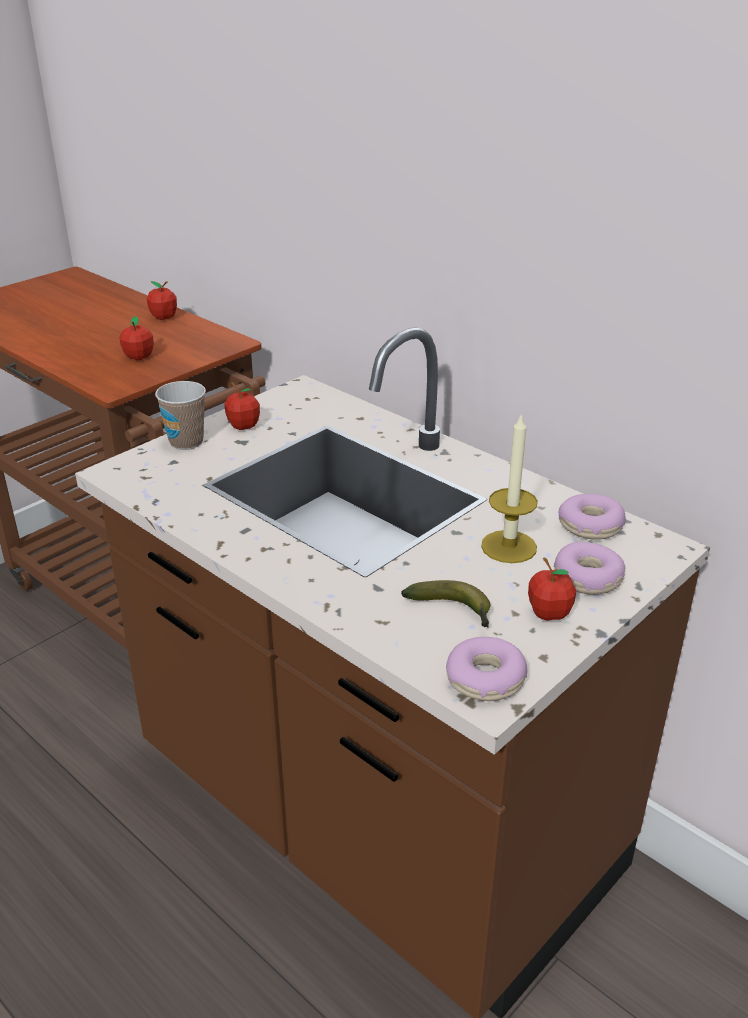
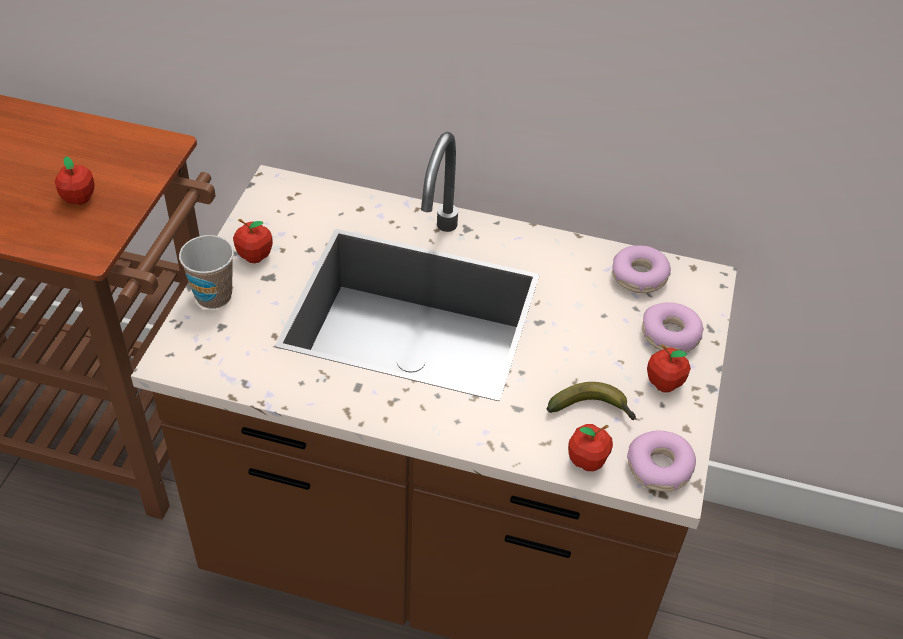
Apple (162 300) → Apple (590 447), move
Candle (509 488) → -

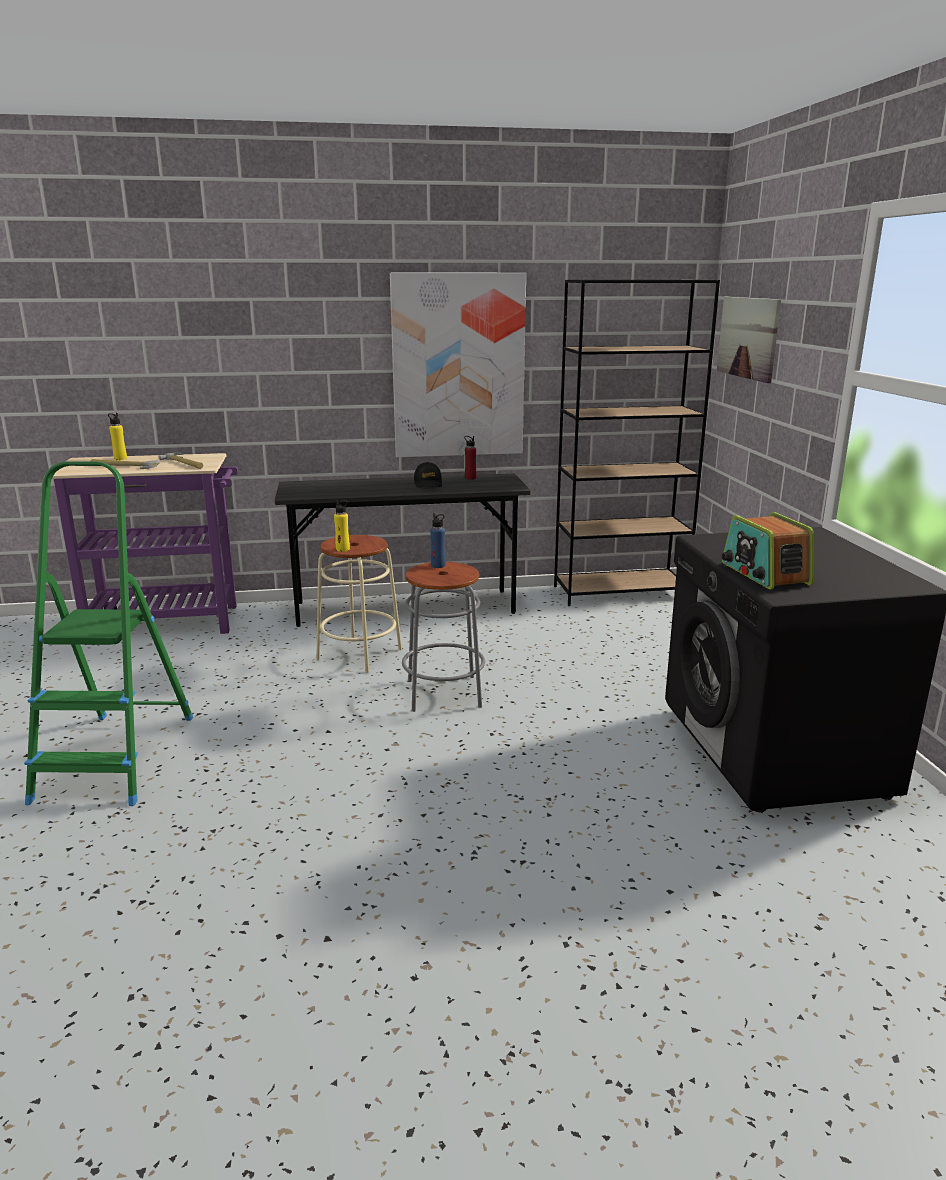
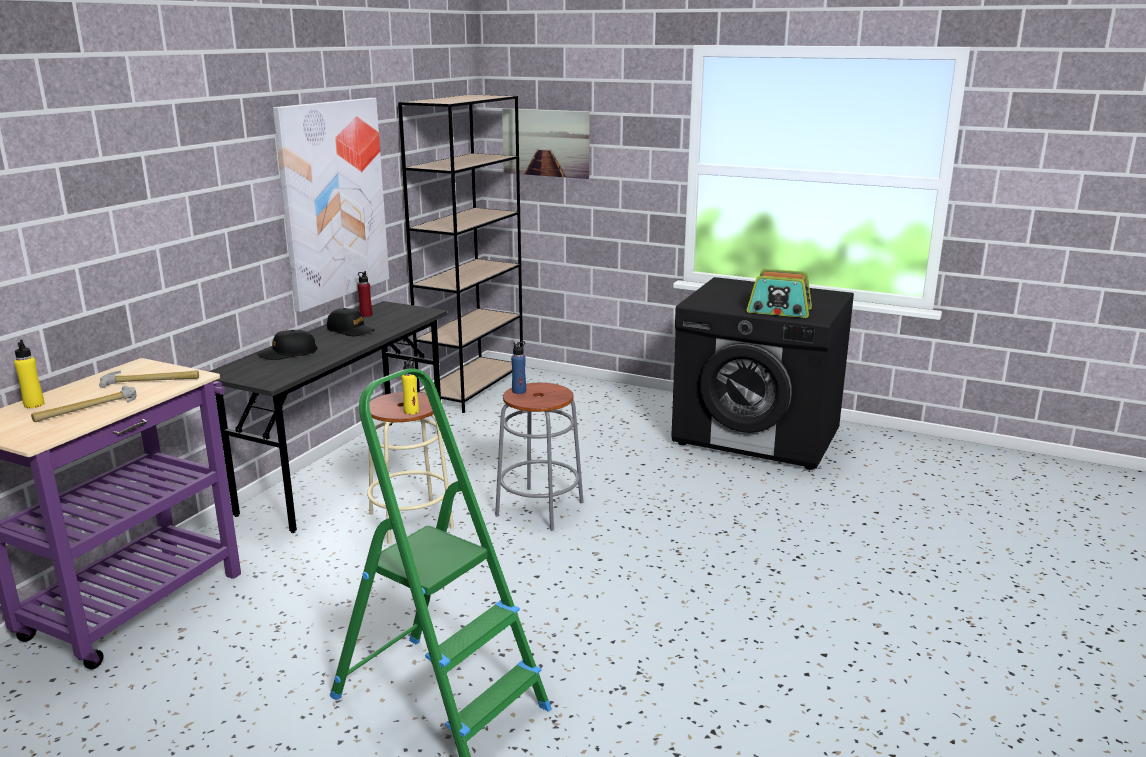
- → BlackCap (287 345)

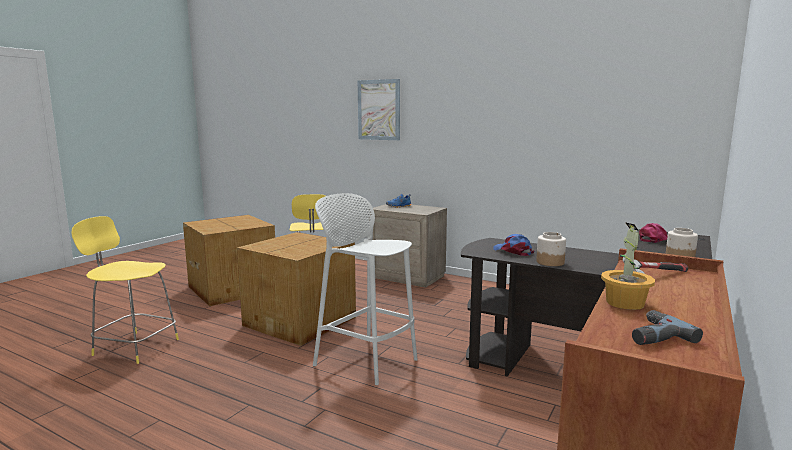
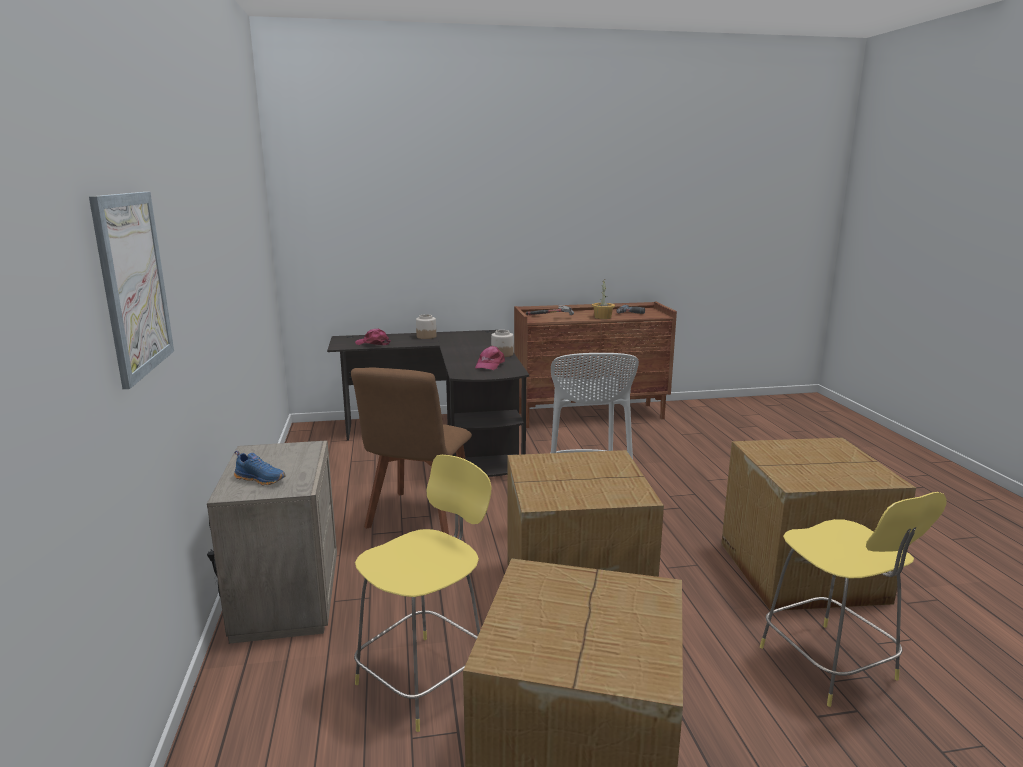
BlueCap (514 245) → PinkCap (490 358)
- → BrownChair (411 451)
- → CardboardBox (818 524)

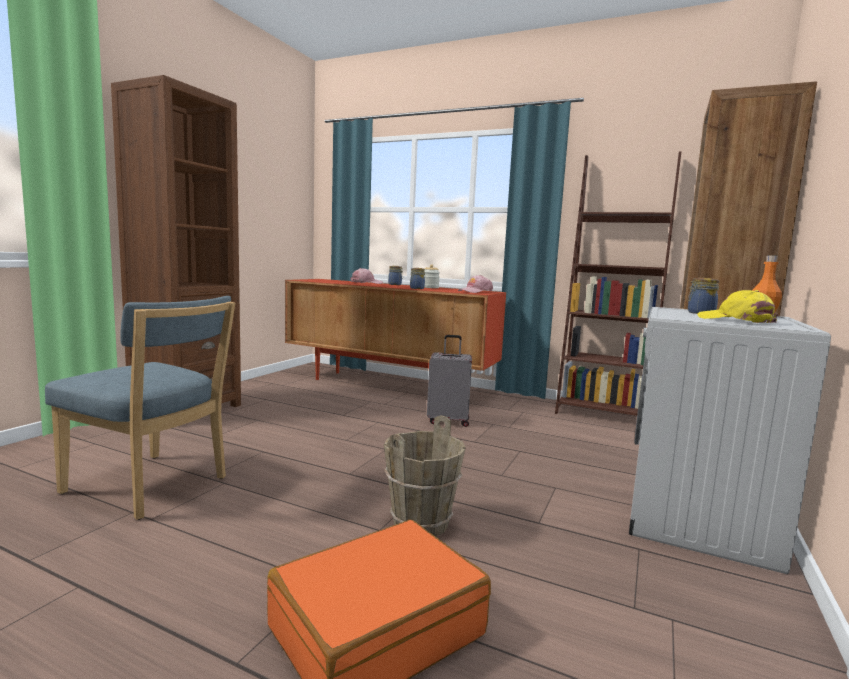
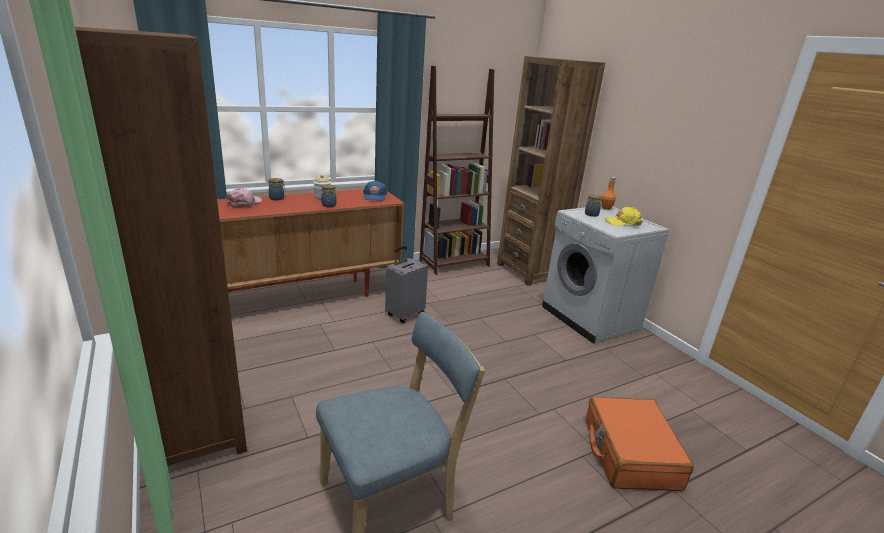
BrownBucket (425 475) → -
PinkCap (475 284) → BlueCap (375 190)

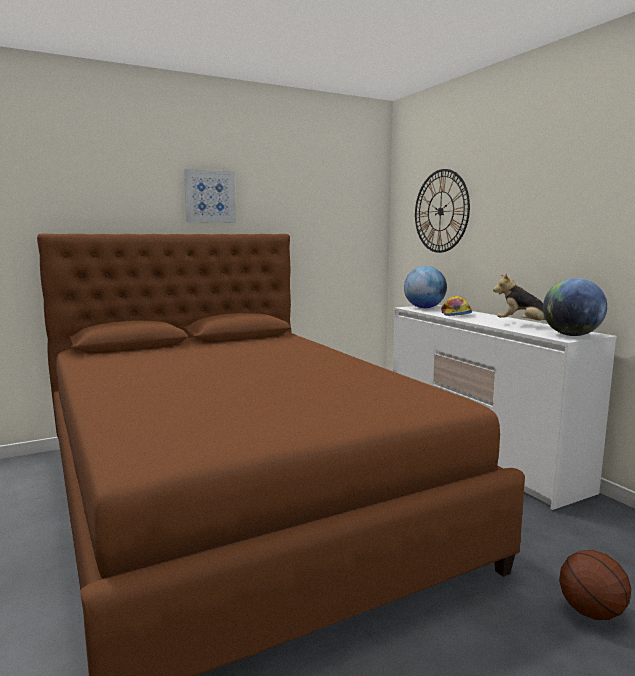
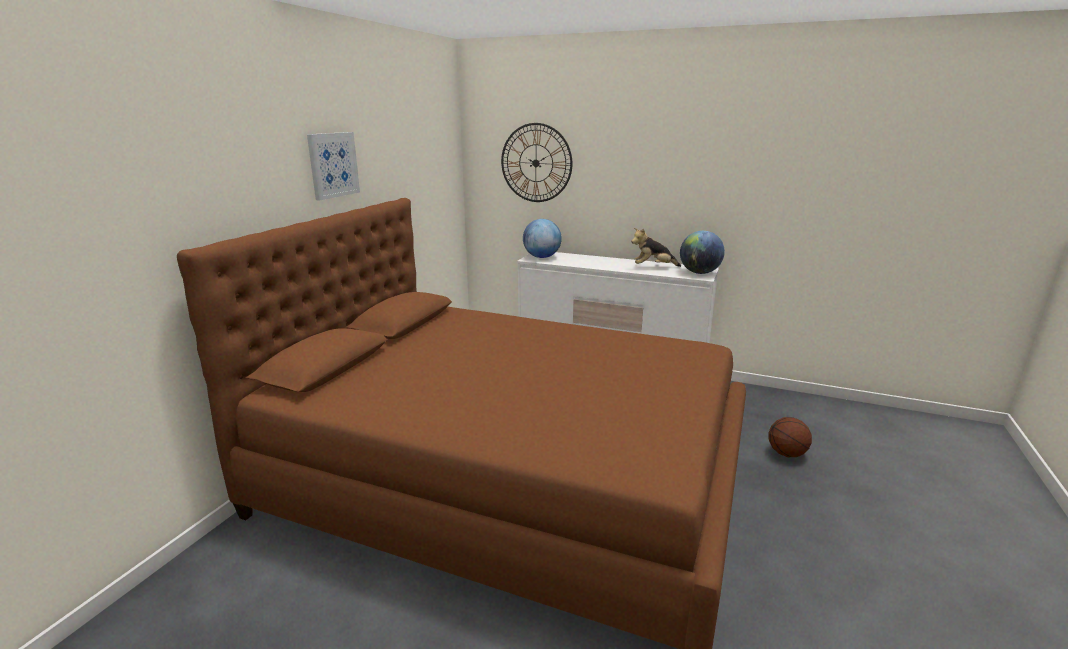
Cap (456 306) → -

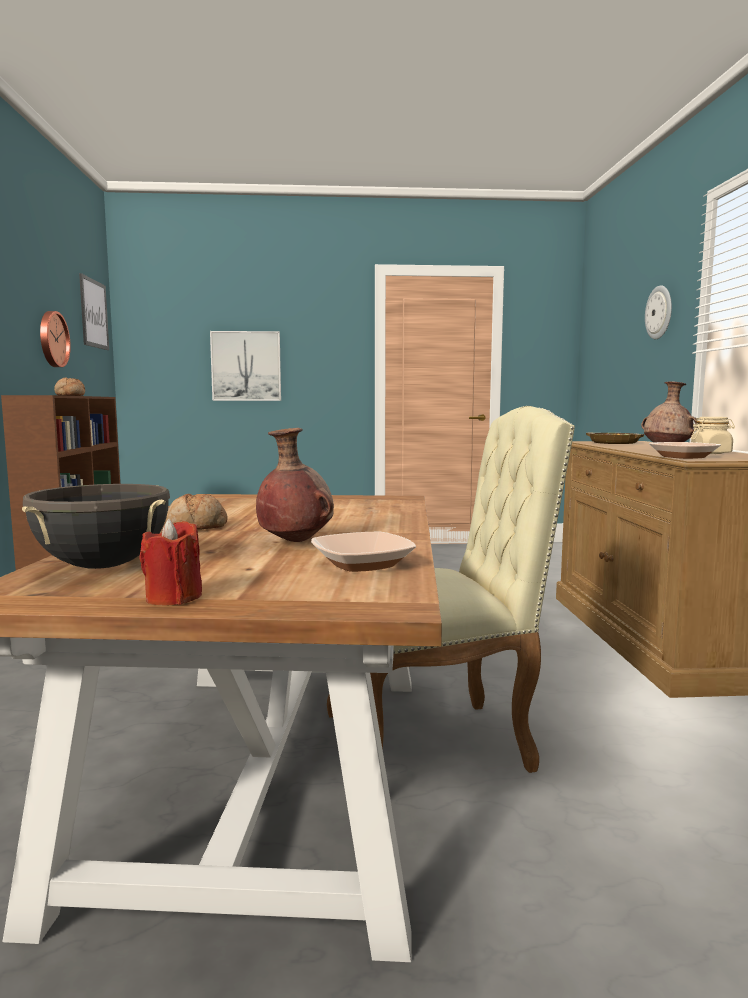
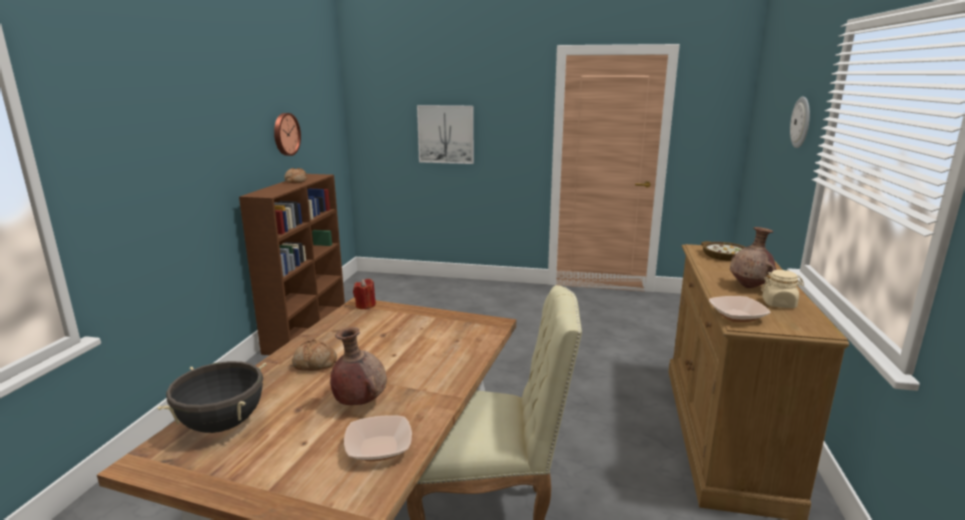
Picture (94 311) → -
RedCandle (170 562) → RedCandle (364 294), move

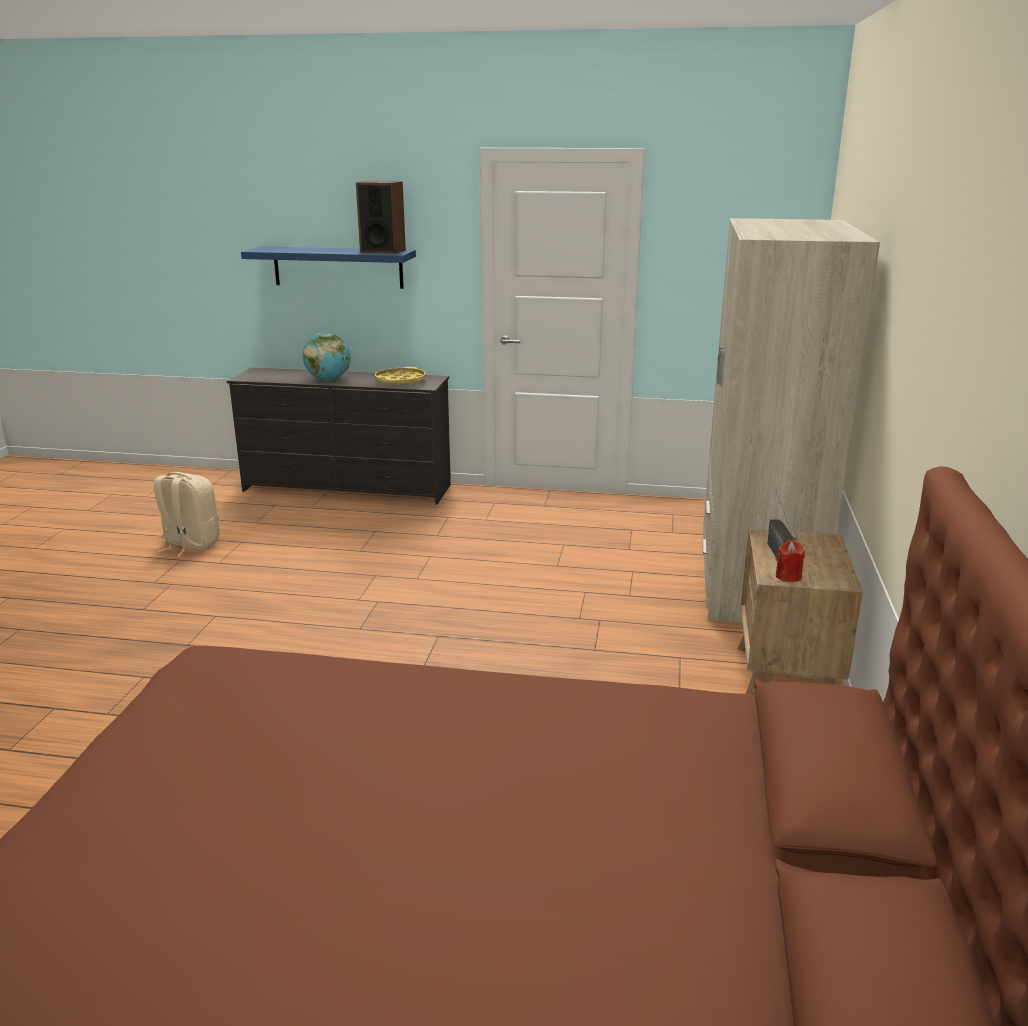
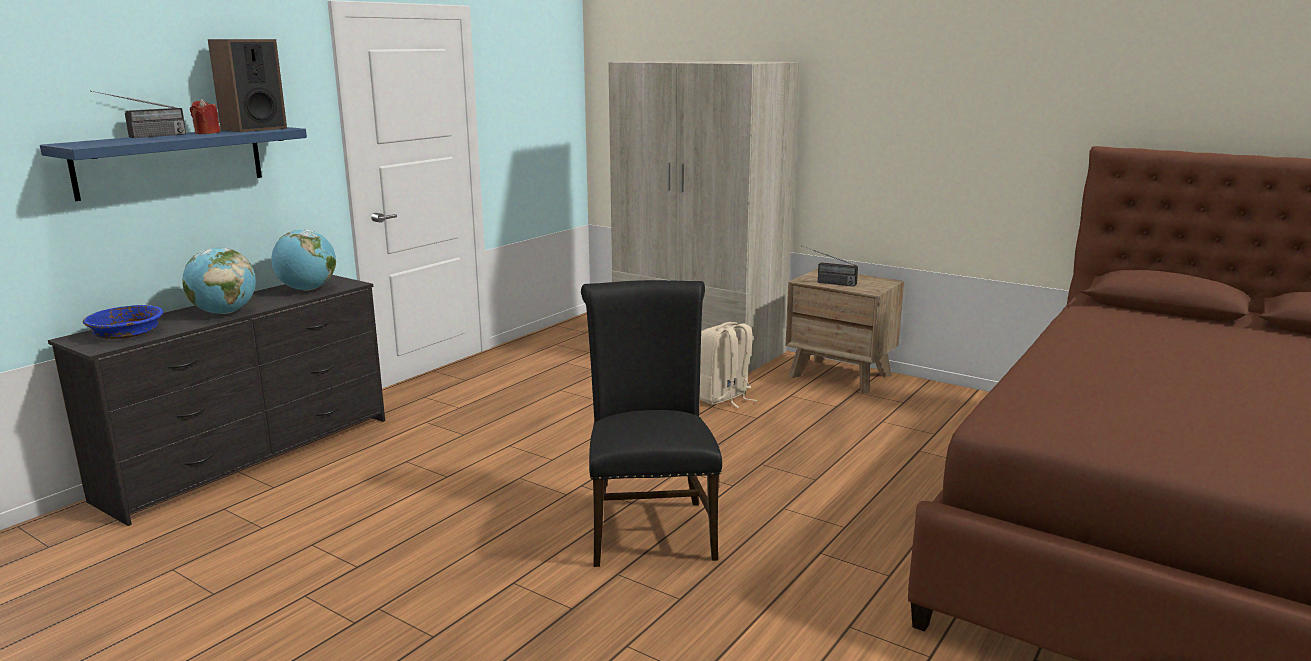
BeigeBackpack (187 514) → BeigeBackpack (728 365), move
YellowTray (400 376) → Globe (303 260)
RedCandle (790 561) → RedCandle (205 116), move
- → BlueBowl (123 322)
- → Radio (138 114)
- → BlackChair (651 423)

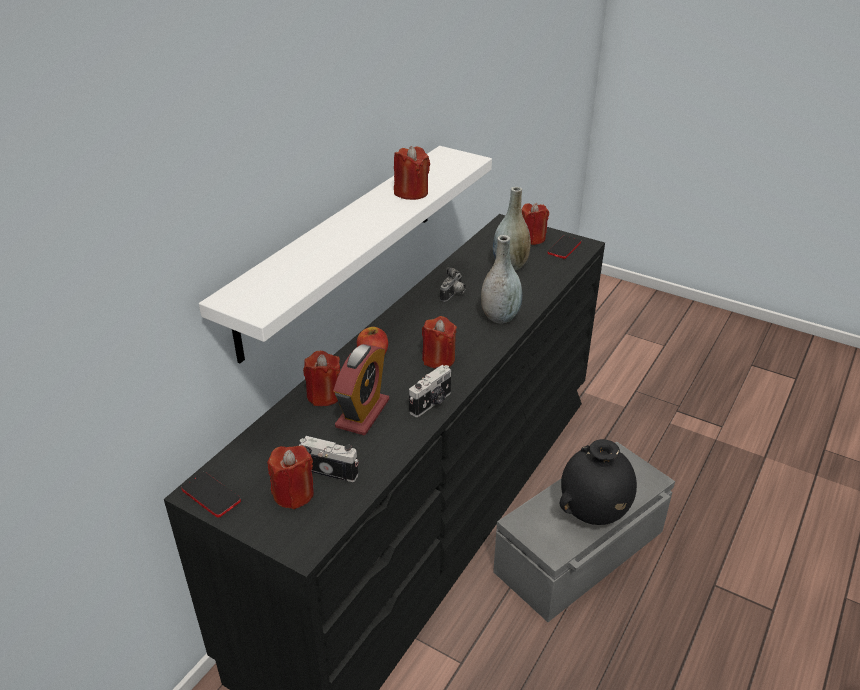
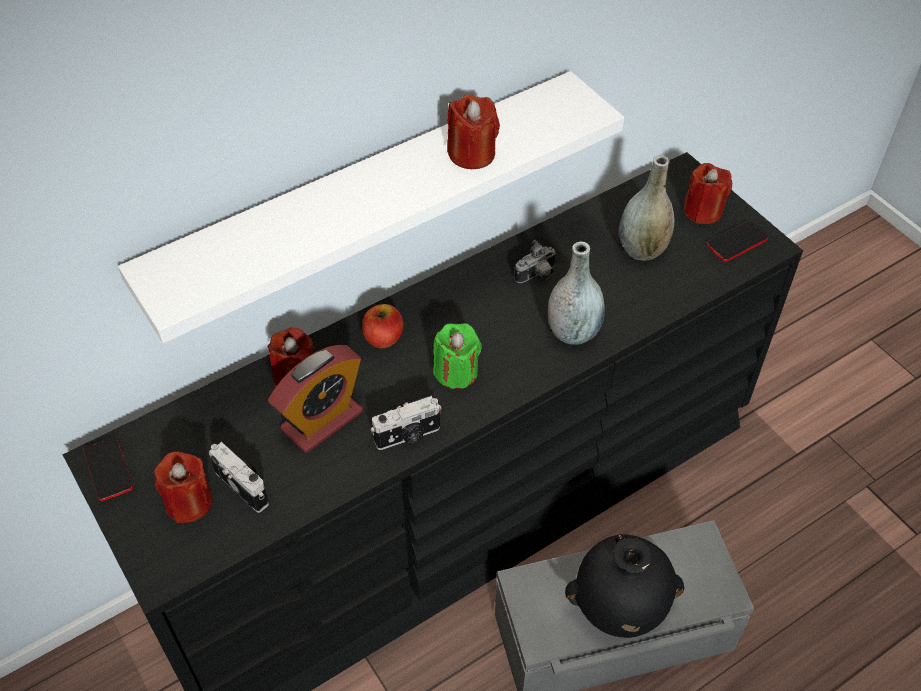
RedCandle (439 342) → GreenCandle (457 356)

